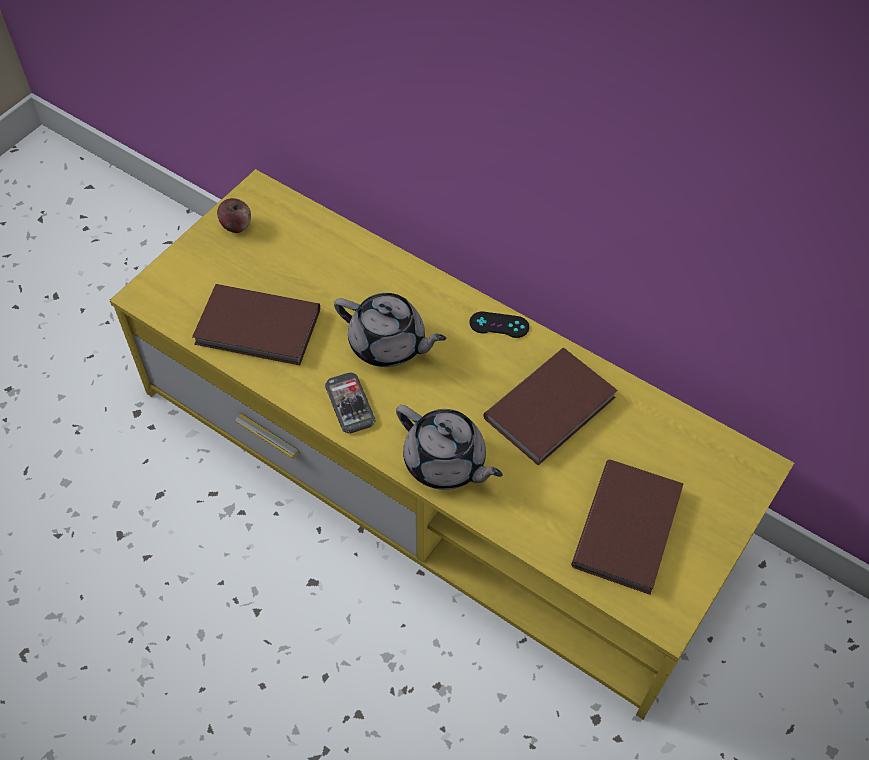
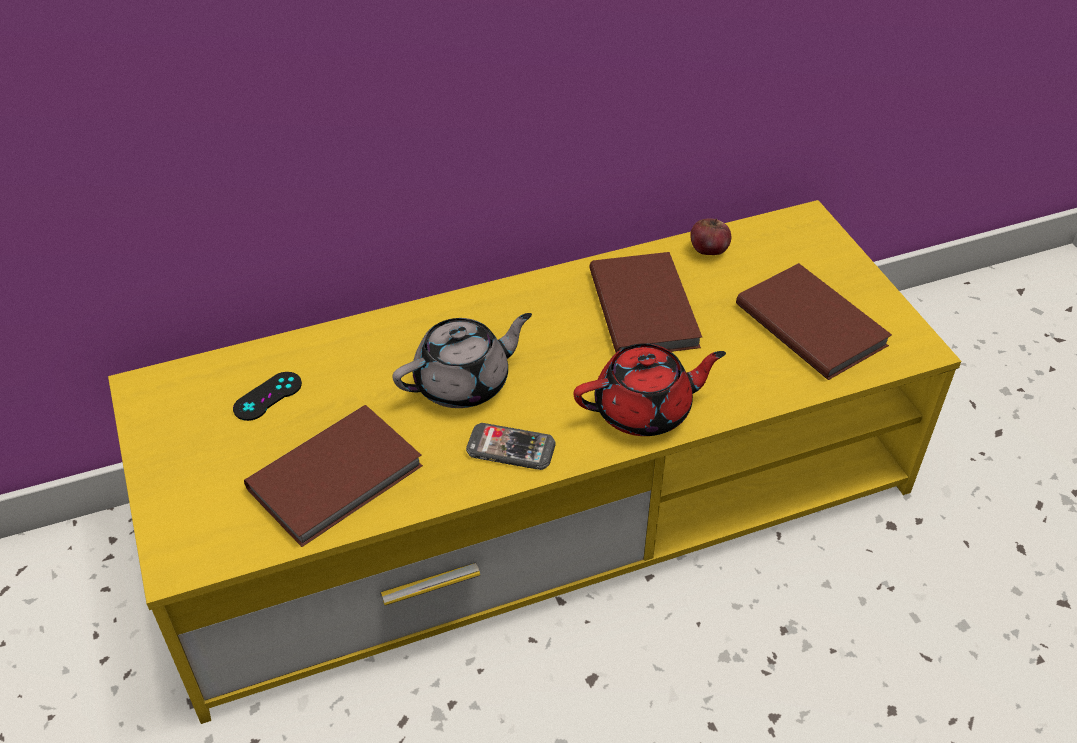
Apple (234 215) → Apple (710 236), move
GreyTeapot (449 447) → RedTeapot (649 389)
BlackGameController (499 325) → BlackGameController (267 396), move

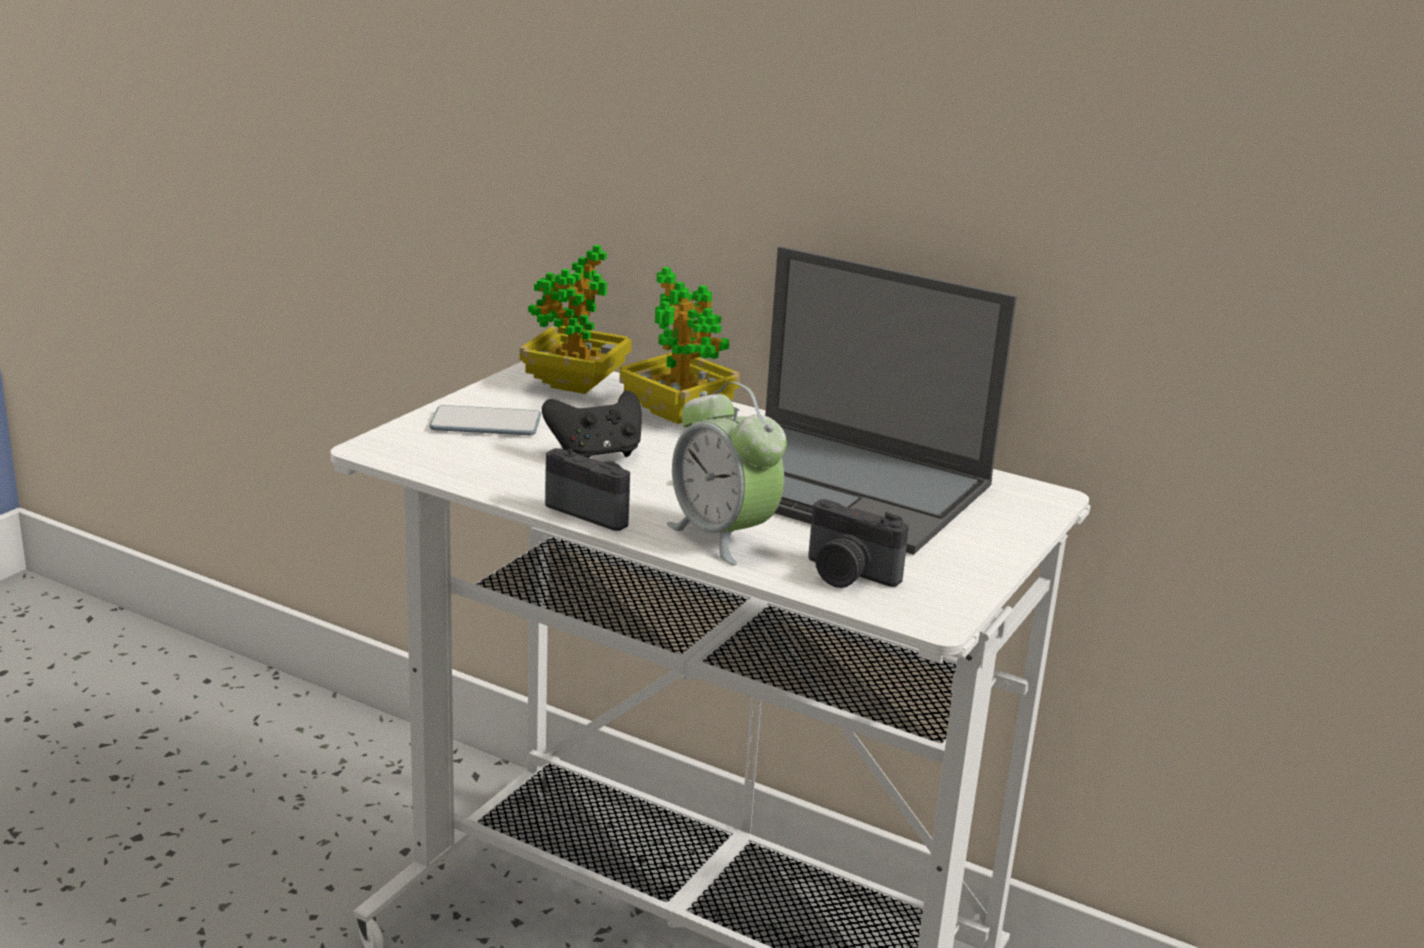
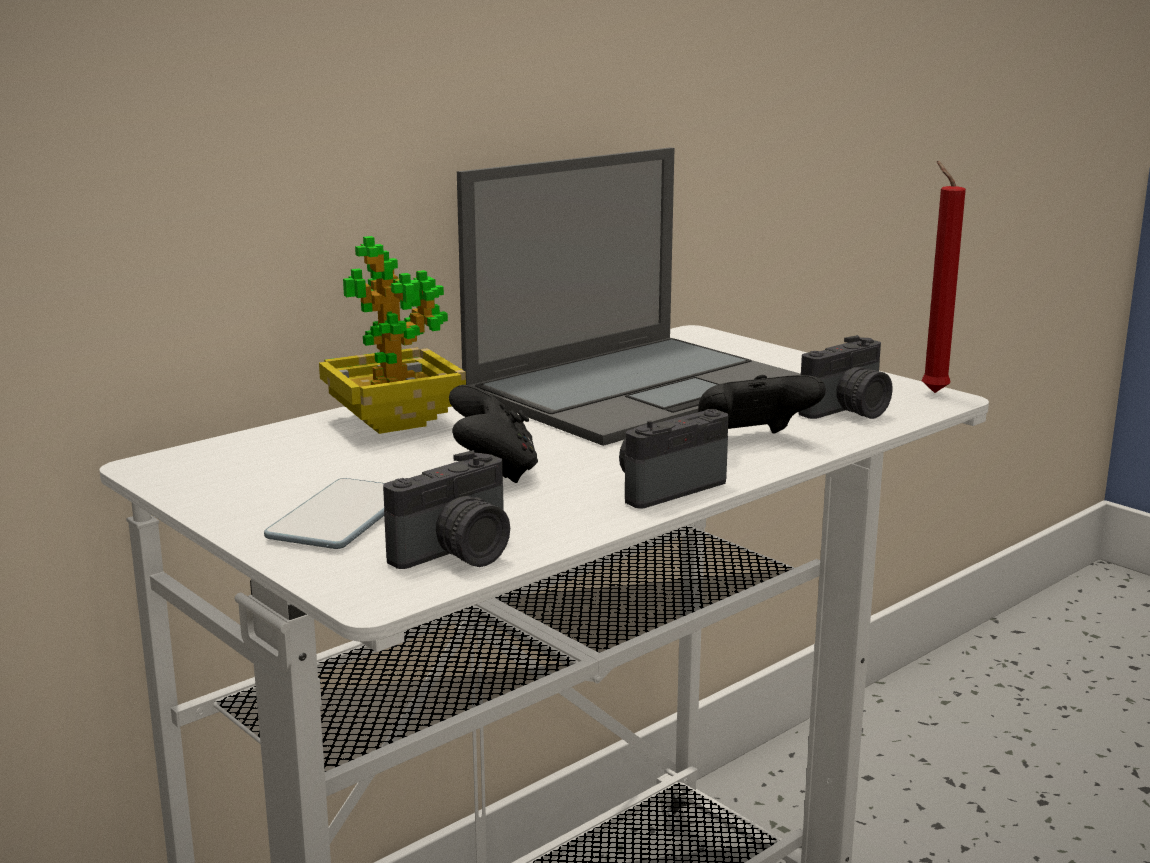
PottedPlant (576 319) → -
AlarmClock (727 473) → BlackGameController (762 404)
- → PhotoCamera (446 509)
- → RedCandle (944 277)

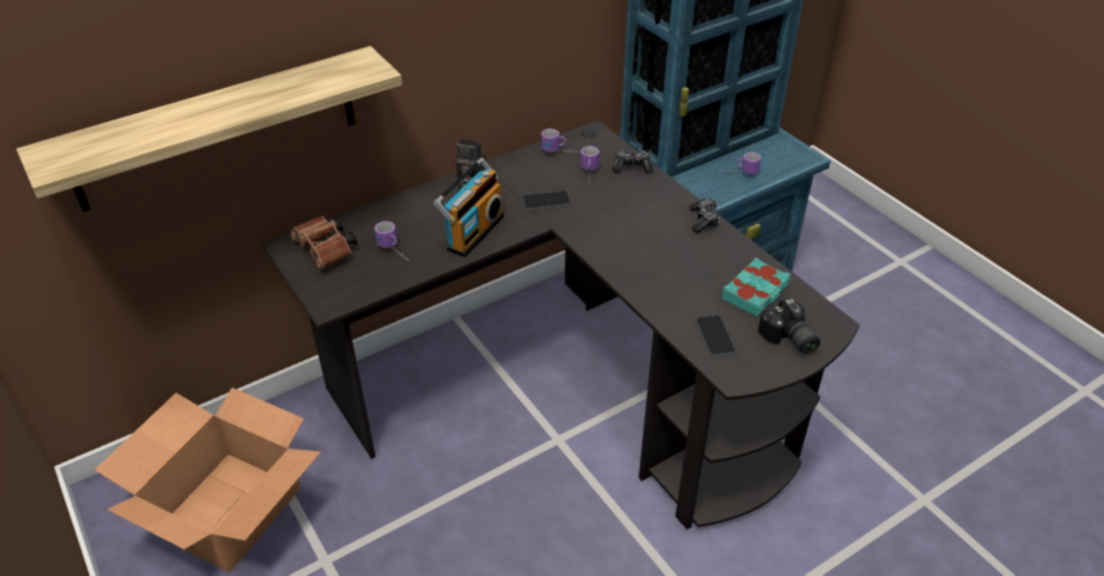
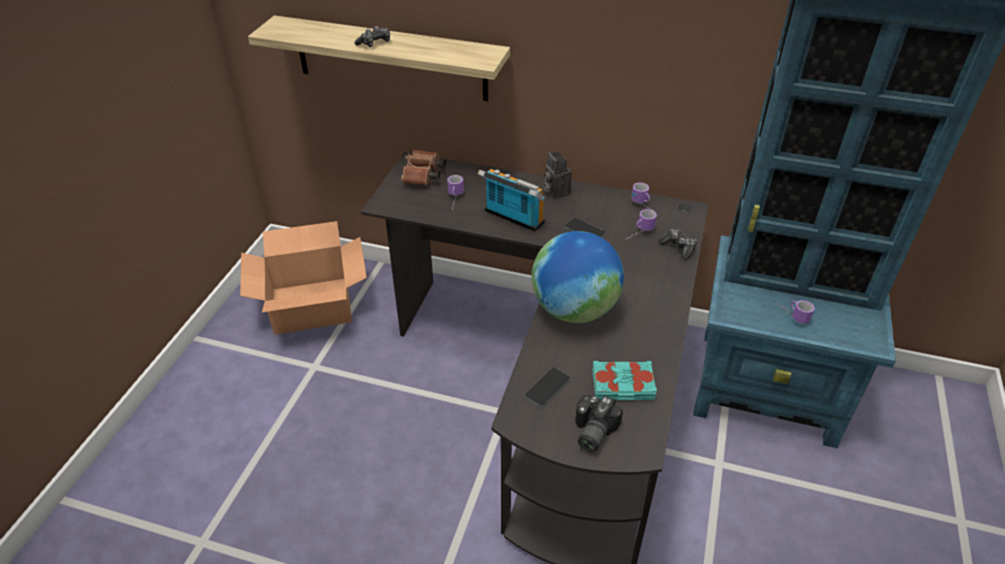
Radio (469 207) → Radio (511 200), 135 degrees counterclockwise
GameController (705 215) → GameController (372 36), move
- → Globe (578 277)

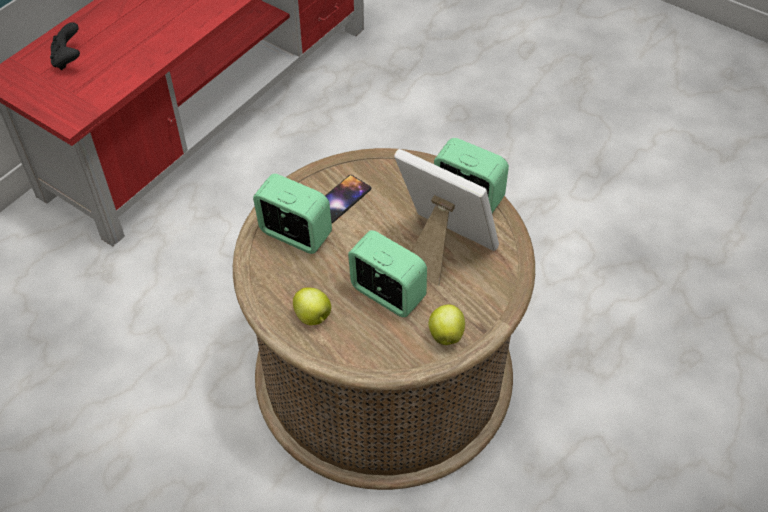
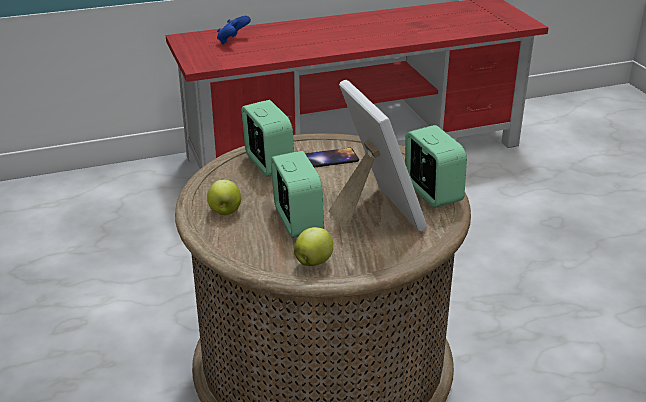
BlackGameController (65 46) → BlueGameController (234 30)

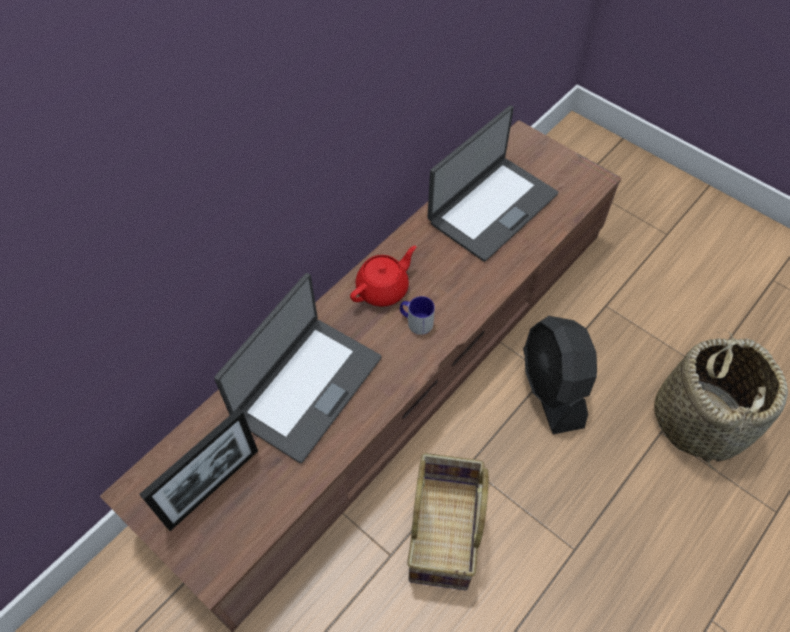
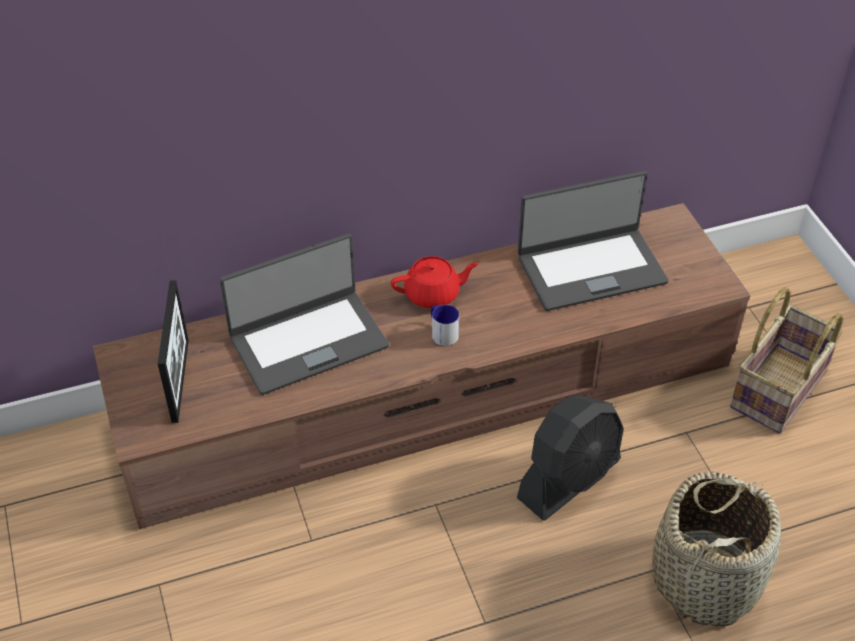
PictureFrame (198 469) → PictureFrame (173 351), 75 degrees counterclockwise
Basket (448 521) → Basket (786 360), move
BlackFan (560 375) → BlackFan (570 458), 150 degrees counterclockwise

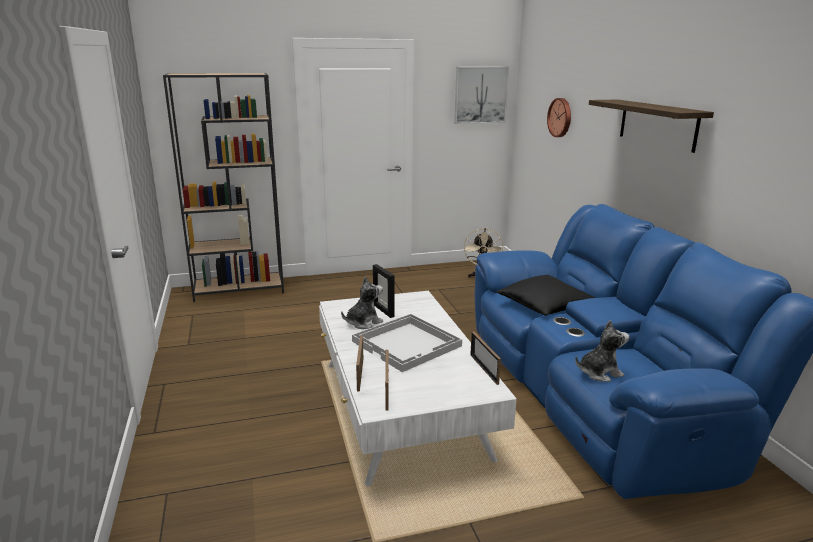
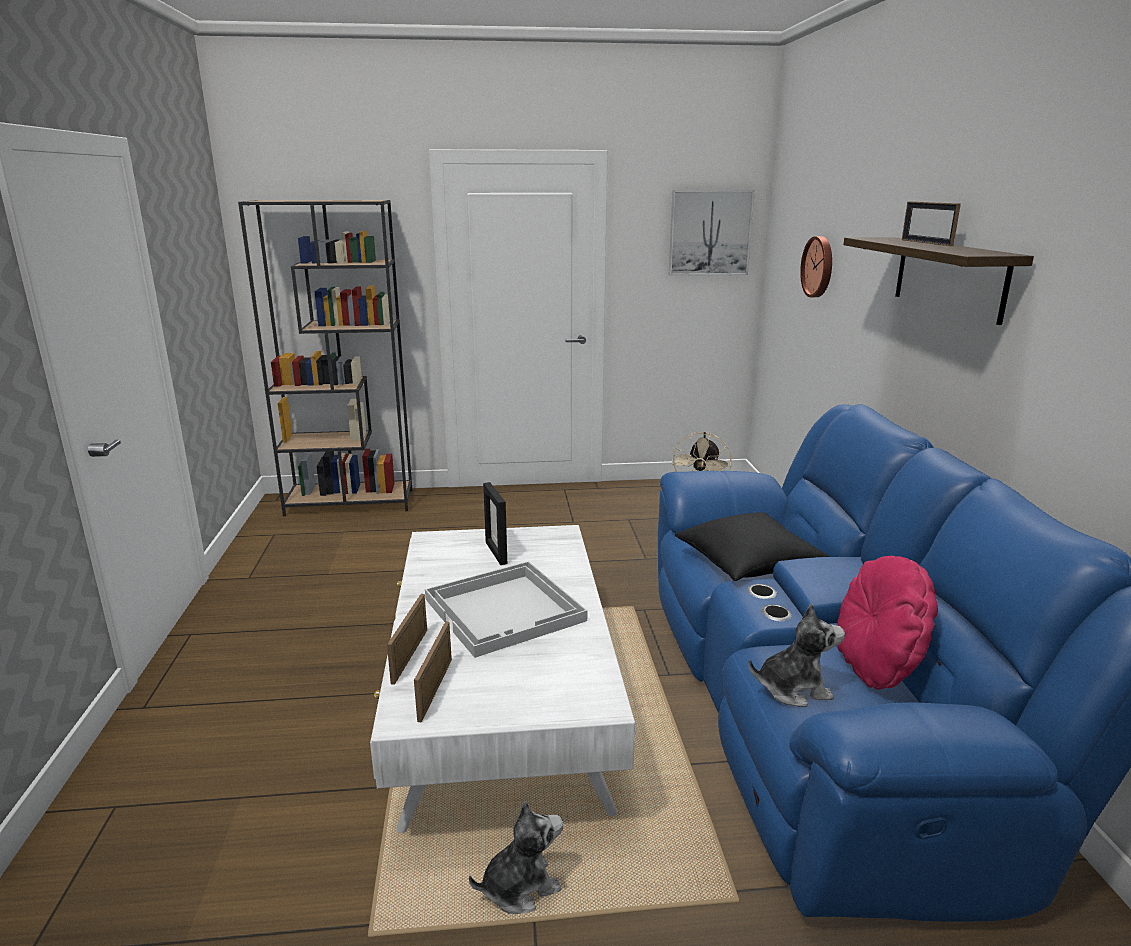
PlushToy (362 302) → PlushToy (516 857), move
PictureFrame (485 358) → PictureFrame (931 223), move
- → PinkPillow (887 623)

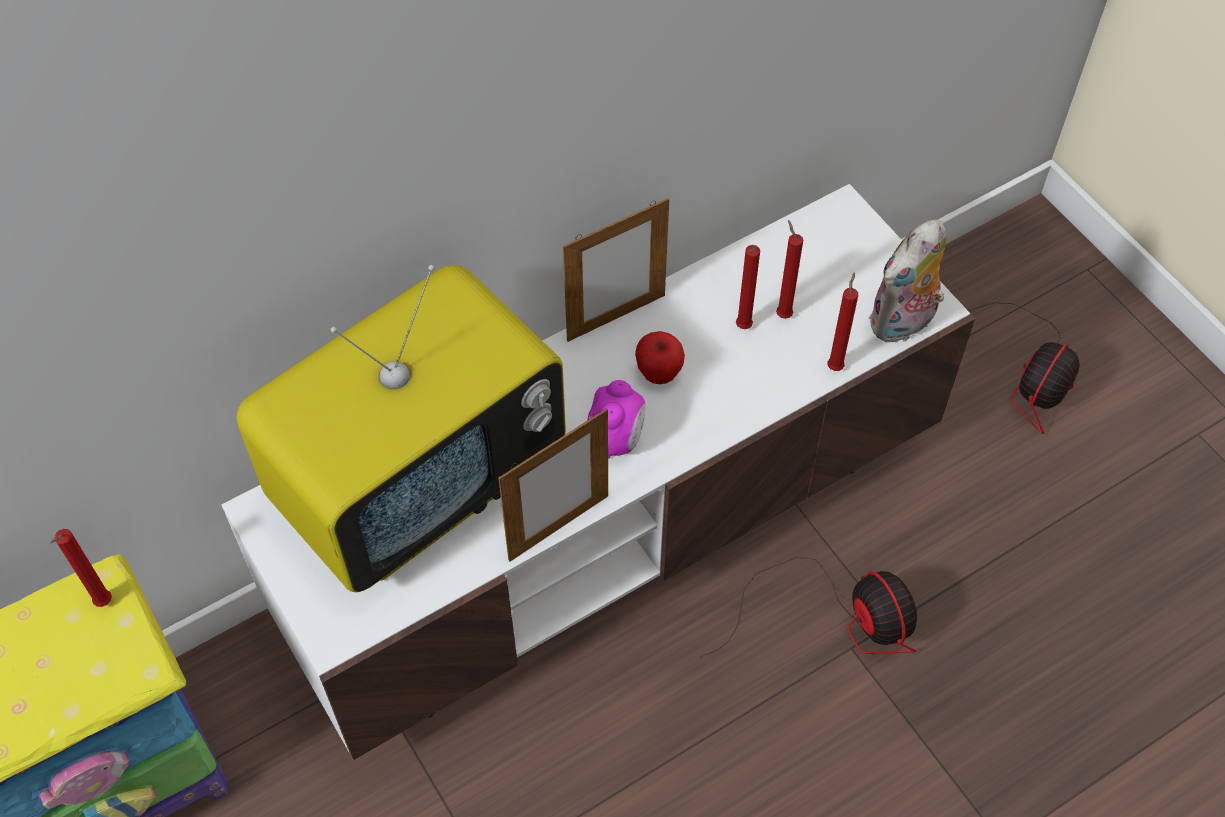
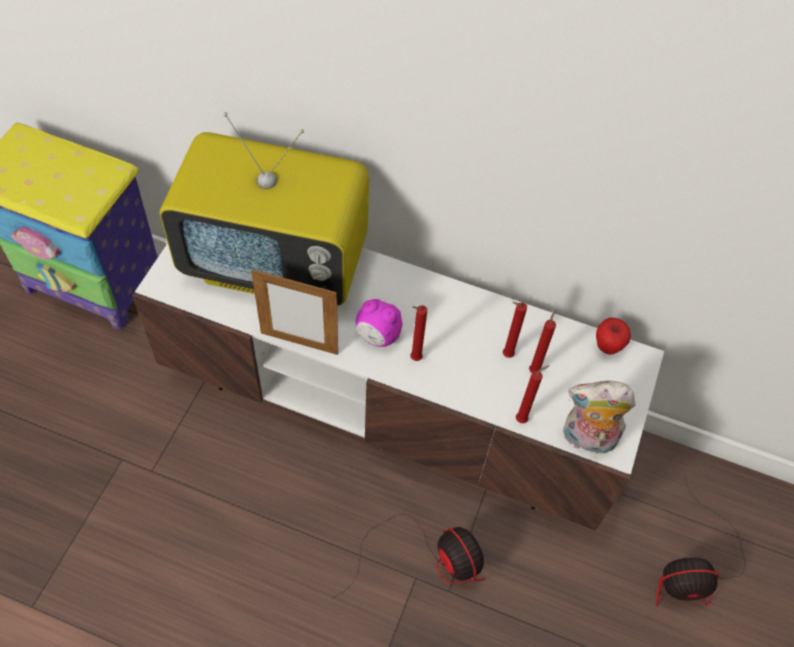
RedCandle (81 568) → RedCandle (419 333), move
PictureFrame (616 270) → -
AlarmClock (616 419) → AlarmClock (379 323), 45 degrees clockwise
Apple (660 357) → Apple (613 336), move
Fan (808 607) → Fan (409 556), 60 degrees counterclockwise

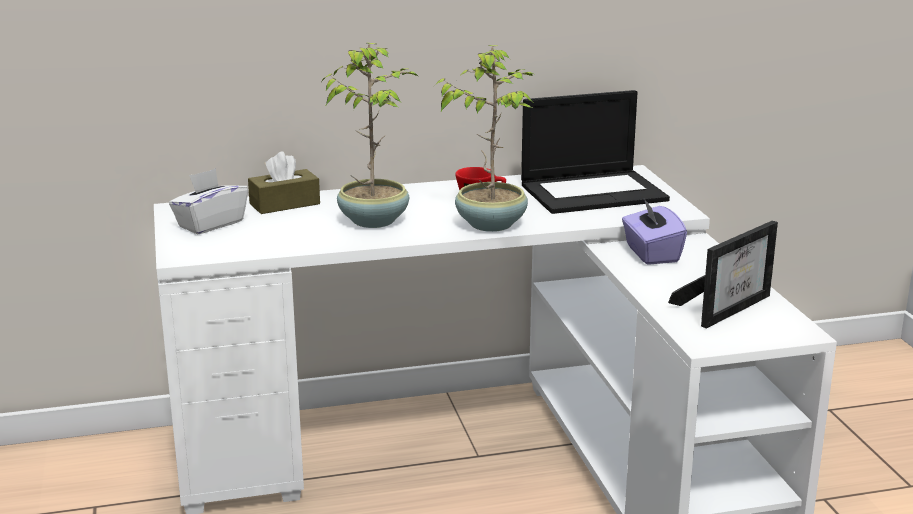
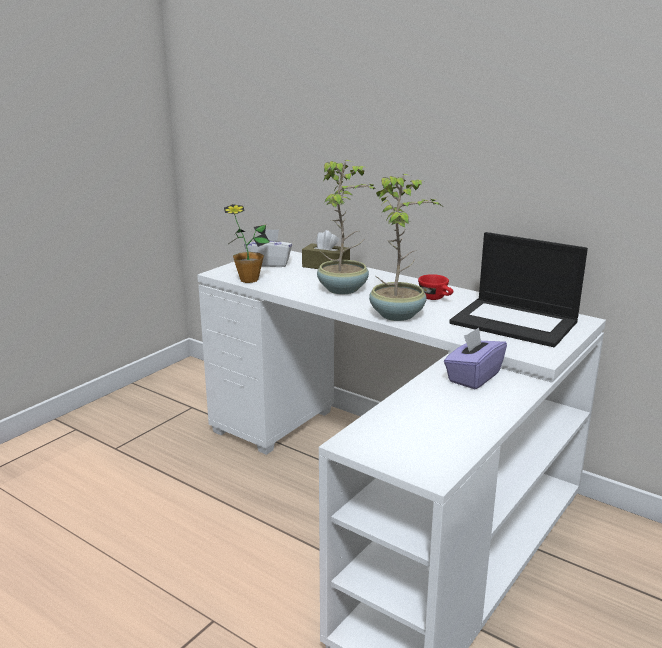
PictureFrame (723 275) → -
- → PottedPlant (247 243)

